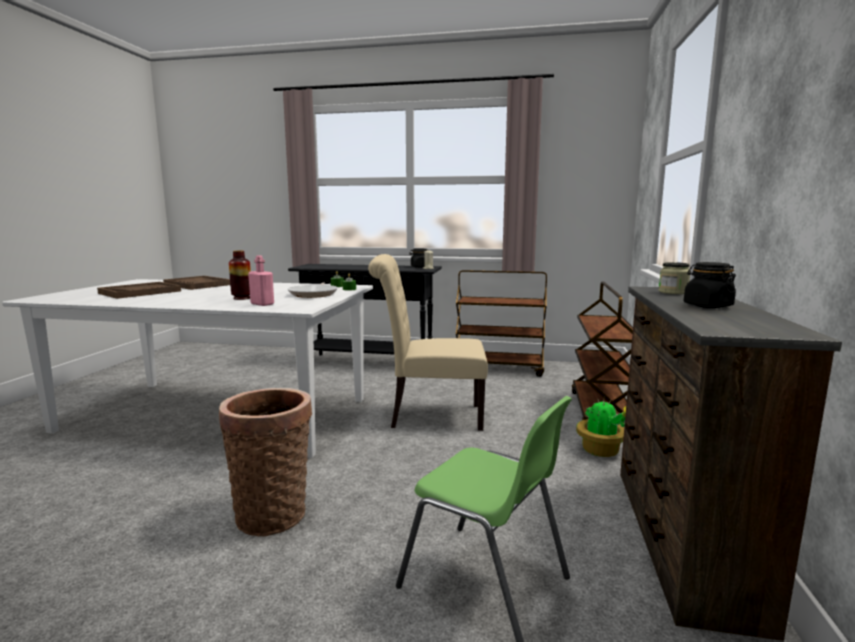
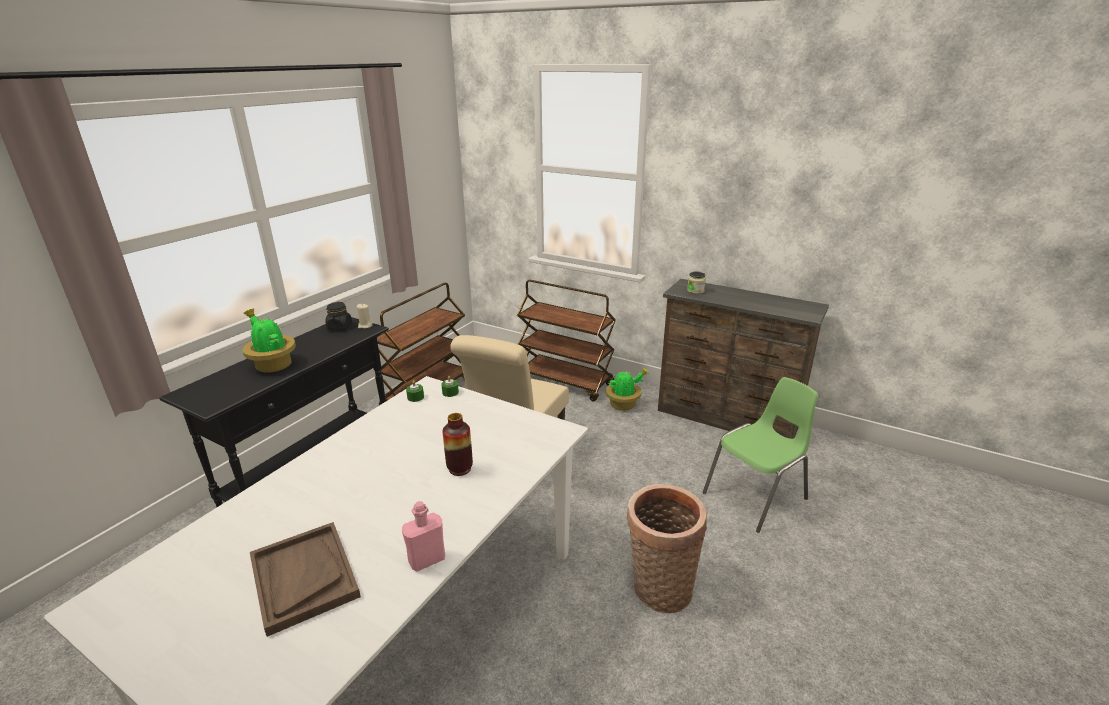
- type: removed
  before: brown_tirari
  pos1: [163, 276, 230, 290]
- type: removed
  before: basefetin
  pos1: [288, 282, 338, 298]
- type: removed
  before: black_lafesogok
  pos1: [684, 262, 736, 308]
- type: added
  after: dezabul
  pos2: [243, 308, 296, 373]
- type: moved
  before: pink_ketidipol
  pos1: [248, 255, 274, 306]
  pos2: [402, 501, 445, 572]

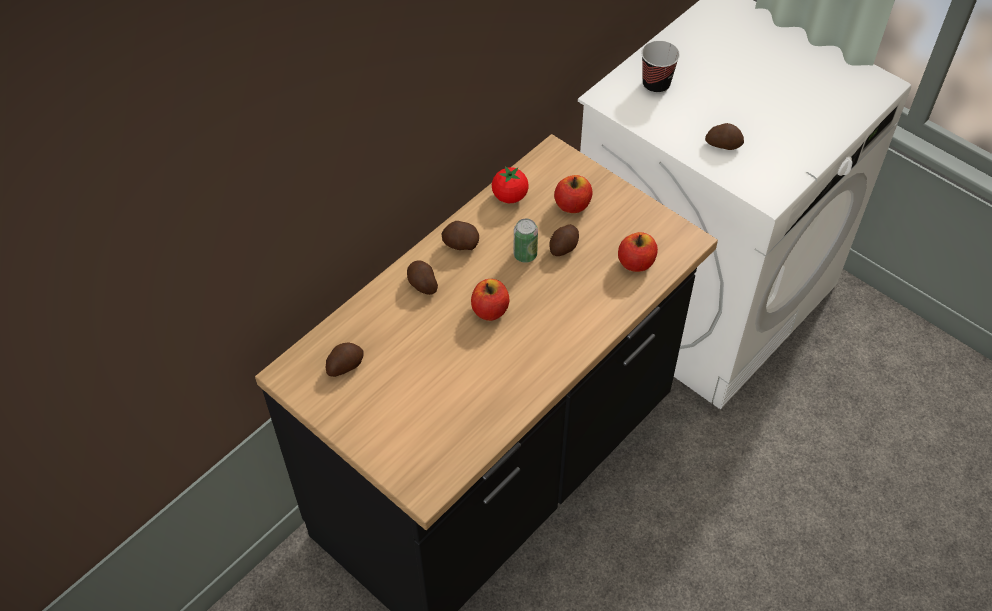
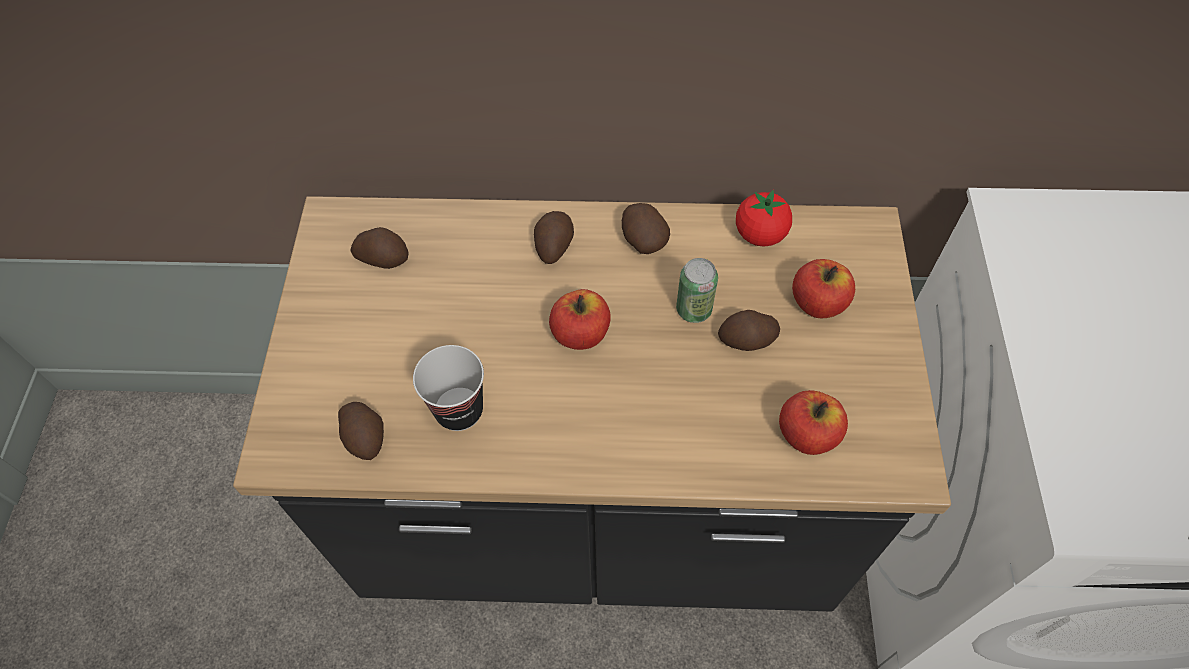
- type: moved
  before: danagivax
  pos1: [641, 41, 680, 94]
  pos2: [413, 345, 484, 431]
- type: moved
  before: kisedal
  pos1: [705, 123, 744, 150]
  pos2: [338, 402, 384, 460]

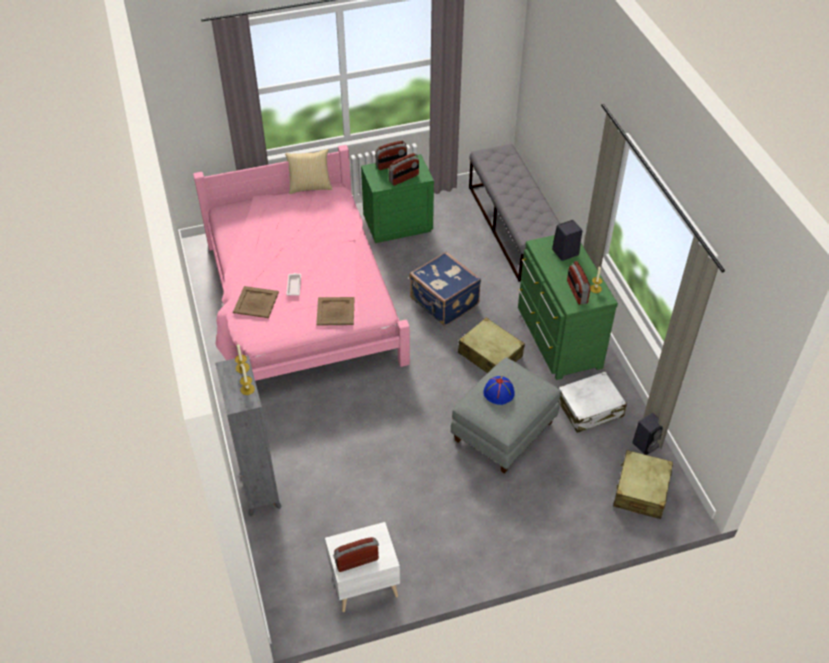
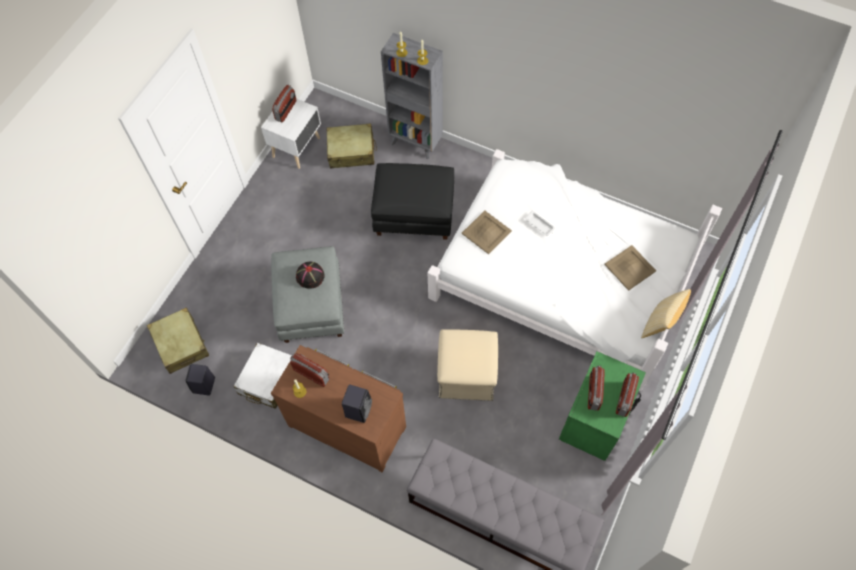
- type: added
  after: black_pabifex
  pos2: [371, 163, 454, 240]
- type: moved
  before: beige_tirari
  pos1: [233, 286, 279, 318]
  pos2: [604, 245, 656, 291]
- type: moved
  before: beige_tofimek
  pos1: [458, 317, 525, 373]
  pos2: [327, 123, 377, 168]
- type: replaced
  before: blue_tofimek
  after: beige_pabifex
  pos1: [409, 252, 481, 326]
  pos2: [437, 329, 498, 401]
- type: recoloured
  before: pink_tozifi
  after: white_tozifi
  pos1: [193, 145, 410, 381]
  pos2: [428, 149, 722, 391]
- type: recoloured
  before: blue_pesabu
  after: black_pesabu
  pos1: [484, 376, 515, 405]
  pos2: [296, 261, 325, 289]
- type: recoloured
  before: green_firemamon
  after: brown_firemamon
  pos1: [518, 235, 618, 380]
  pos2: [271, 345, 406, 472]

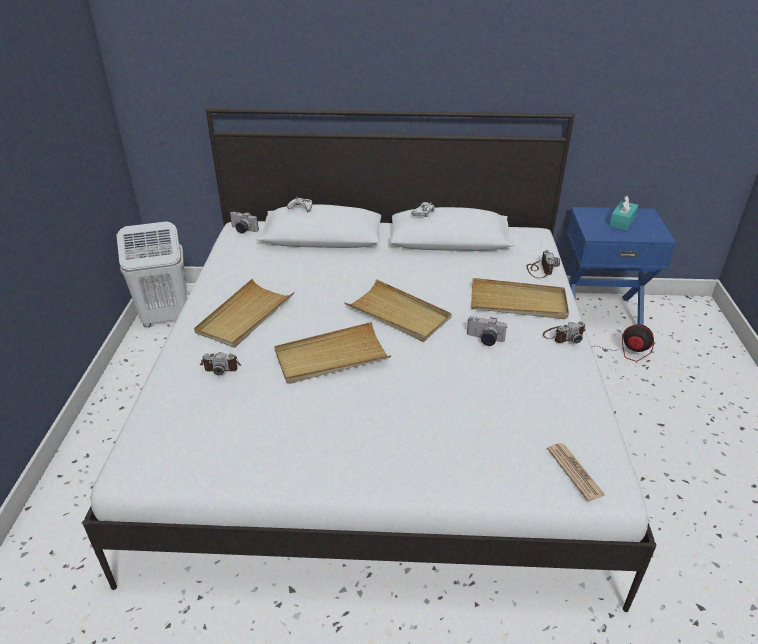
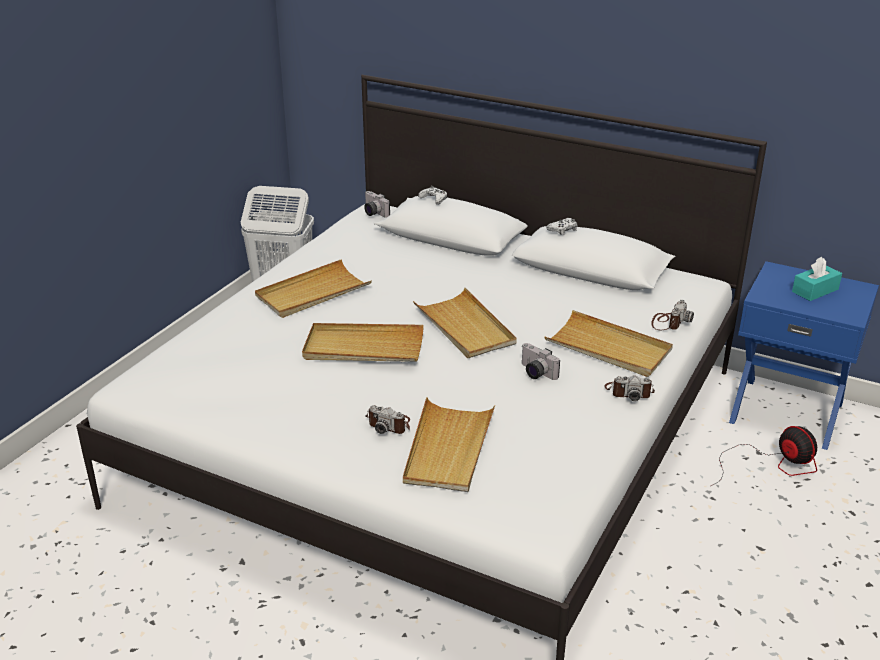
- type: removed
  before: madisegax
  pos1: [547, 443, 606, 501]
- type: added
  after: beige_tirari
  pos2: [403, 397, 495, 492]
- type: moved
  before: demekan
  pos1: [200, 352, 241, 376]
  pos2: [366, 405, 410, 434]

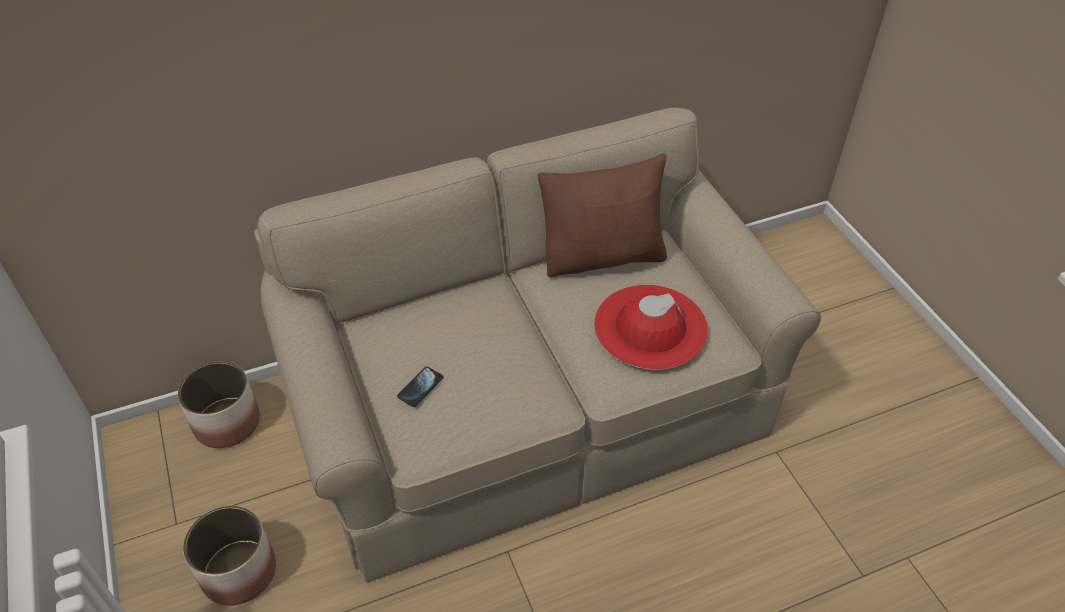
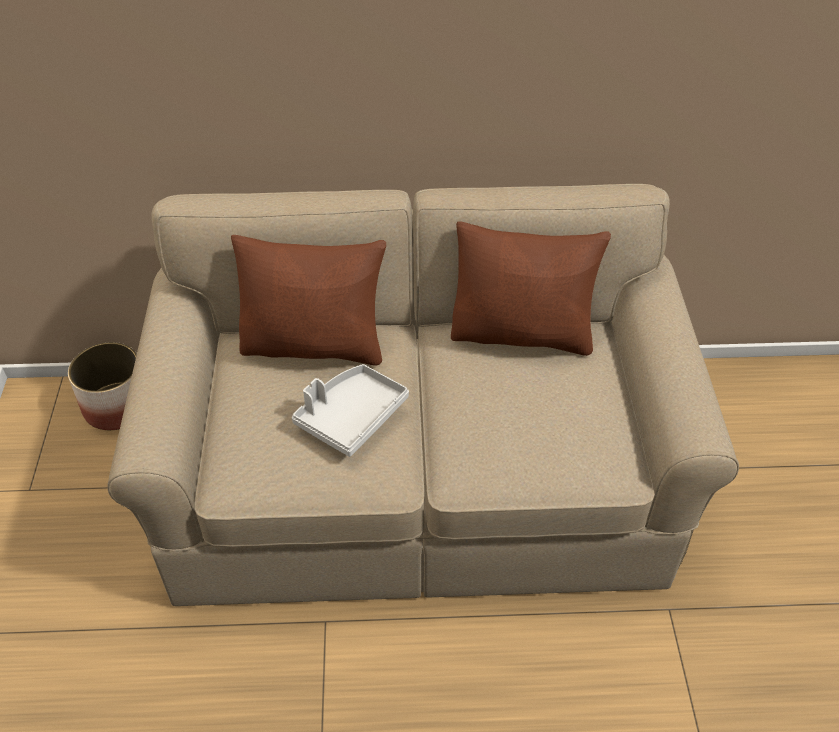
- type: removed
  before: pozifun
  pos1: [183, 506, 276, 605]
- type: removed
  before: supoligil
  pos1: [397, 366, 443, 407]
- type: removed
  before: red_pesabu
  pos1: [594, 285, 708, 370]
- type: added
  after: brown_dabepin
  pos2: [231, 235, 386, 366]
- type: added
  after: grey_tirari
  pos2: [292, 364, 409, 457]

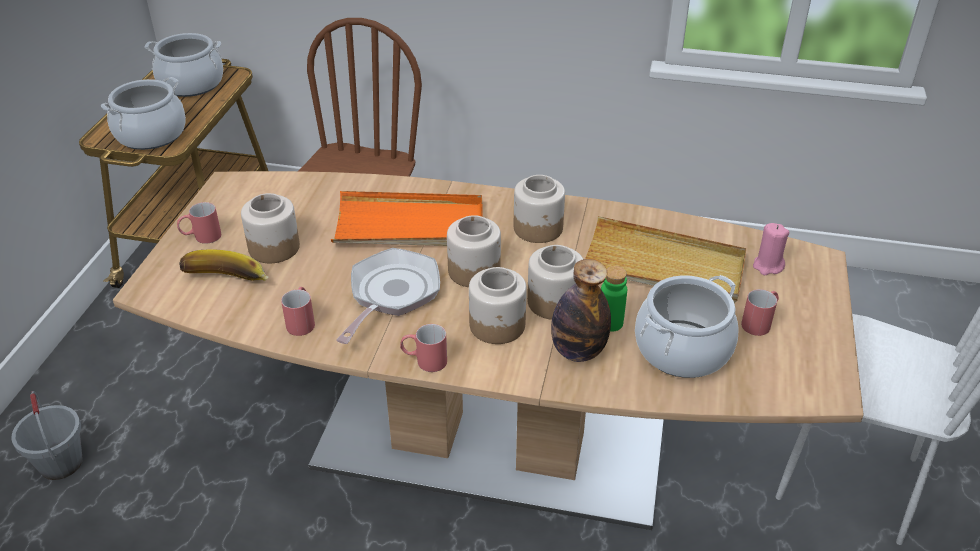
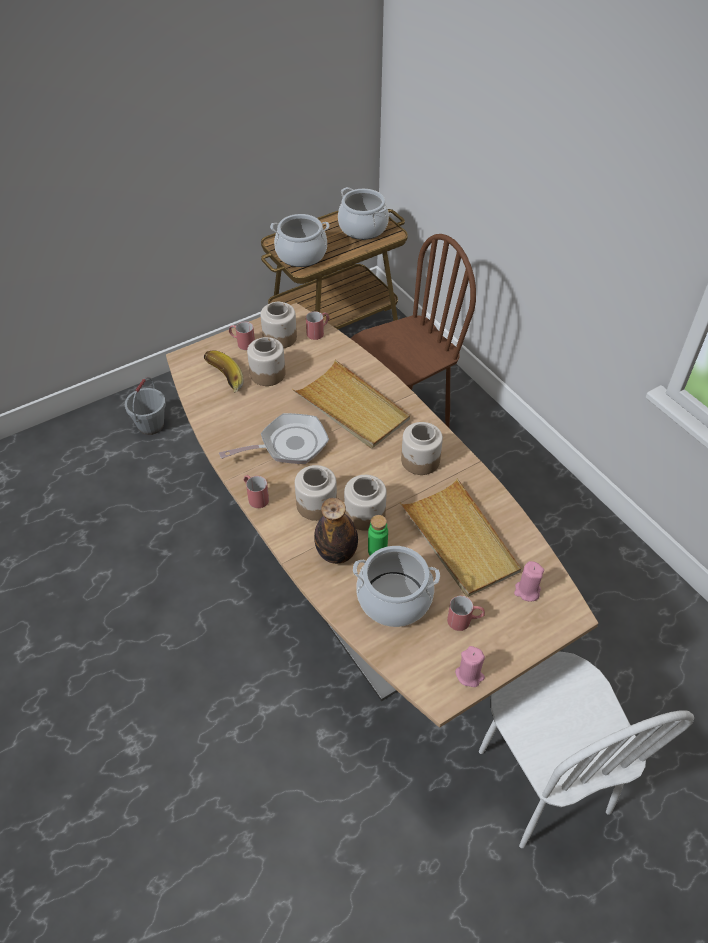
- type: added
  after: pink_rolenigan
  pos2: [455, 646, 485, 687]
- type: moved
  before: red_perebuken
  pos1: [281, 287, 315, 336]
  pos2: [306, 311, 329, 340]
- type: moved
  before: lafesogok
  pos1: [447, 215, 501, 287]
  pos2: [260, 302, 297, 348]
- type: recoloured
  before: orange_tirari
  after: beige_tirari
  pos1: [331, 191, 483, 246]
  pos2: [292, 360, 410, 449]

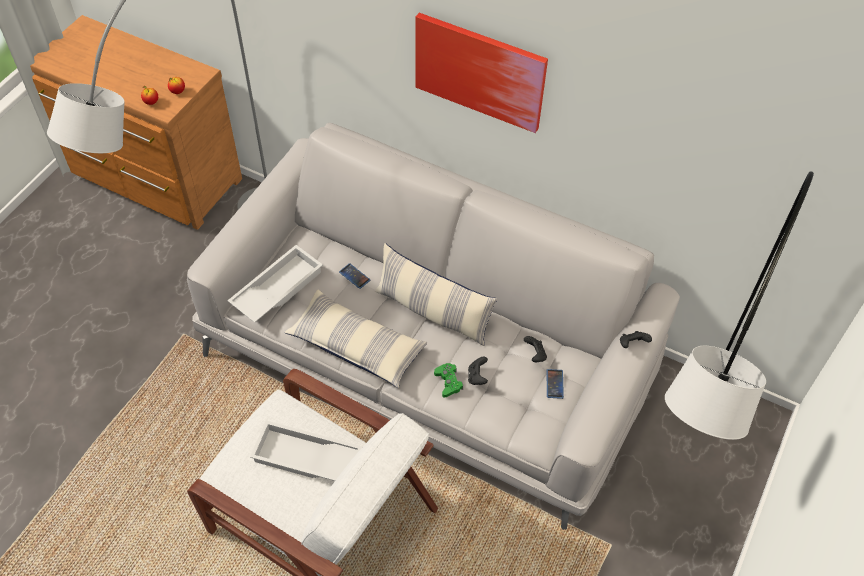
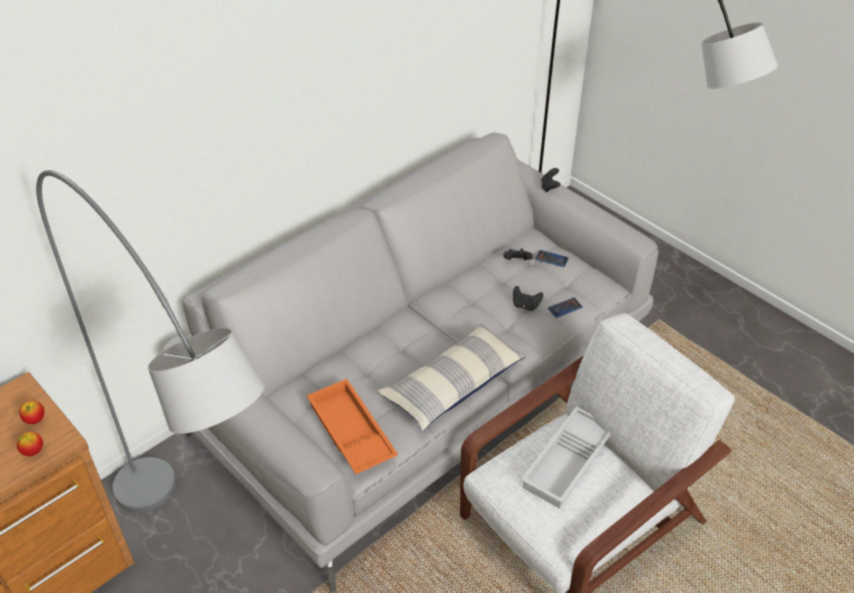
- type: removed
  before: dabepin
  pos1: [375, 243, 497, 346]
- type: removed
  before: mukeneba
  pos1: [415, 13, 548, 133]
- type: removed
  before: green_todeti
  pos1: [434, 363, 463, 397]
- type: moved
  before: supoligil
  pos1: [339, 263, 370, 289]
  pos2: [548, 297, 583, 318]
- type: recoloured
  before: white_tirari
  after: orange_tirari
  pos1: [227, 245, 323, 323]
  pos2: [307, 379, 398, 474]

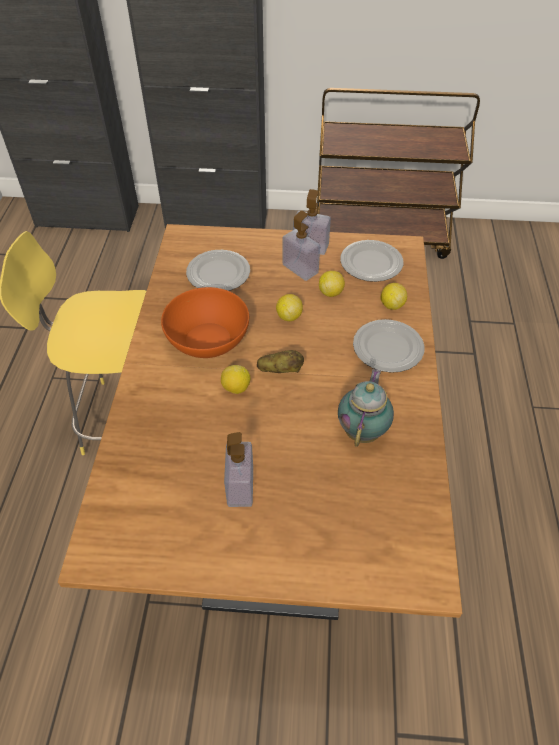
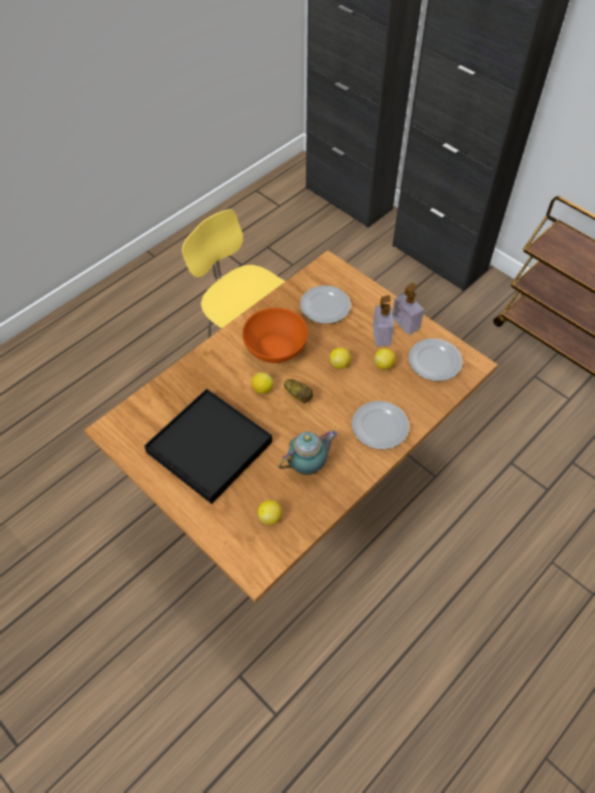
- type: moved
  before: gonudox
  pos1: [380, 283, 407, 310]
  pos2: [258, 500, 282, 525]
- type: replaced
  before: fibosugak
  after: black_tirari
  pos1: [224, 432, 253, 507]
  pos2: [144, 389, 272, 504]

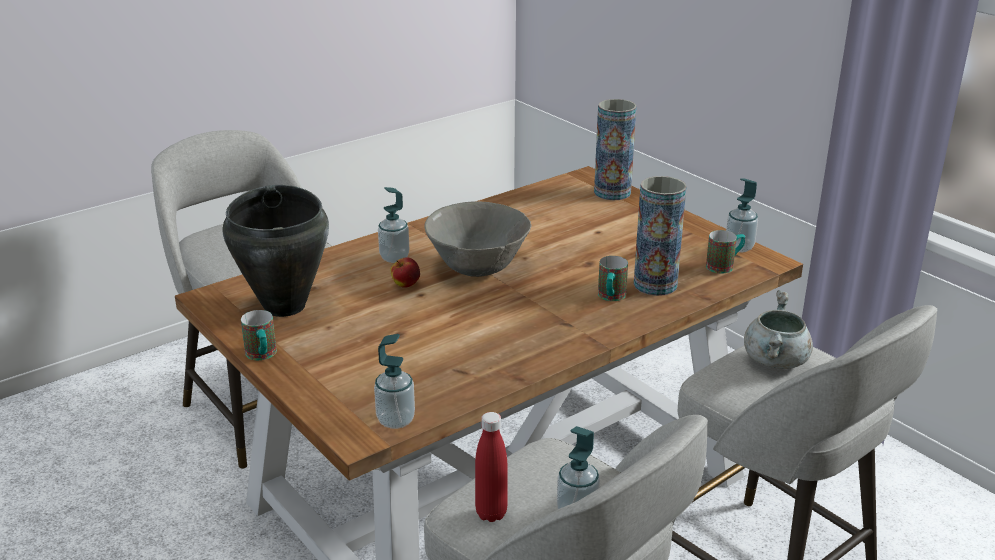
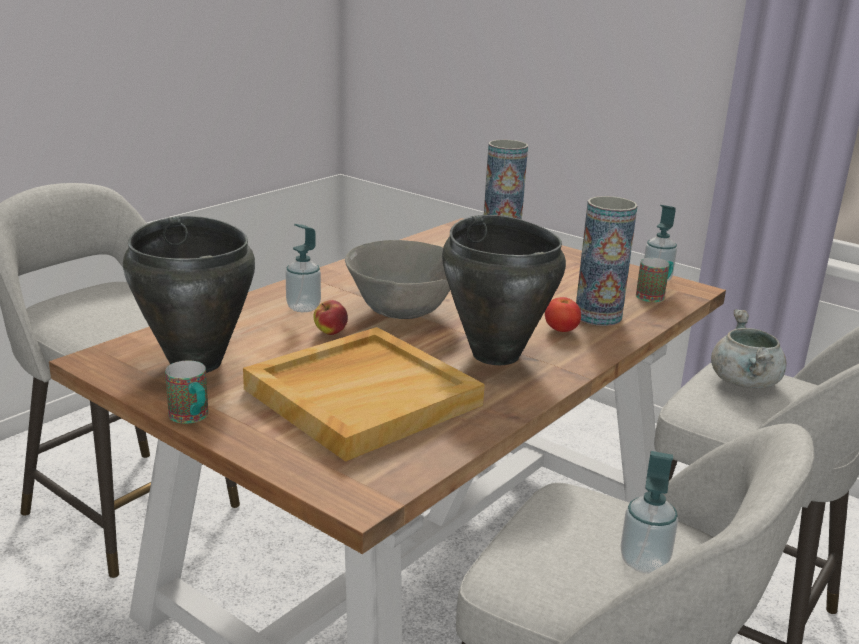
- type: removed
  before: fibosugak
  pos1: [374, 334, 415, 429]
- type: removed
  before: red_ketidipol
  pos1: [475, 412, 507, 522]
- type: added
  after: beige_tirari
  pos2: [243, 327, 485, 462]
- type: added
  after: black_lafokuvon
  pos2: [442, 215, 566, 365]
- type: replaced
  before: perebuken
  after: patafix
  pos1: [598, 256, 628, 301]
  pos2: [545, 297, 581, 332]

